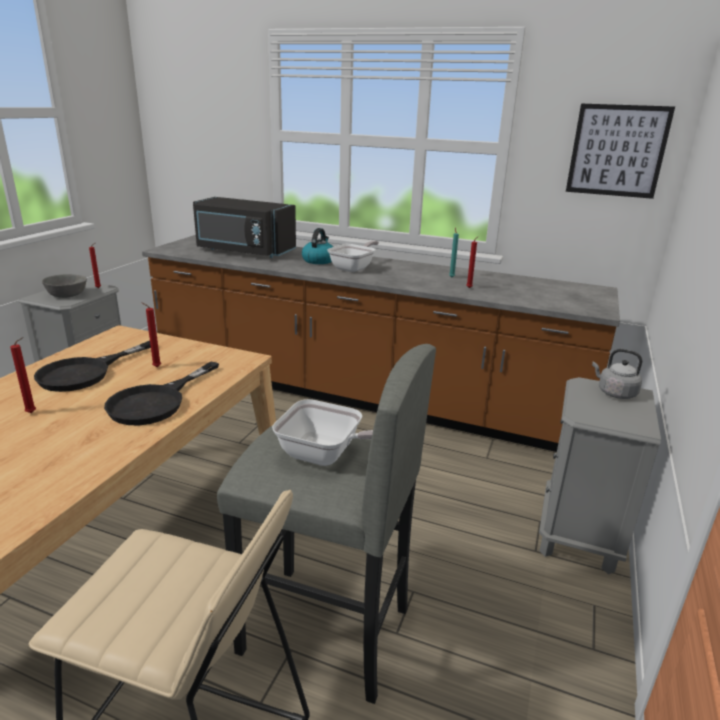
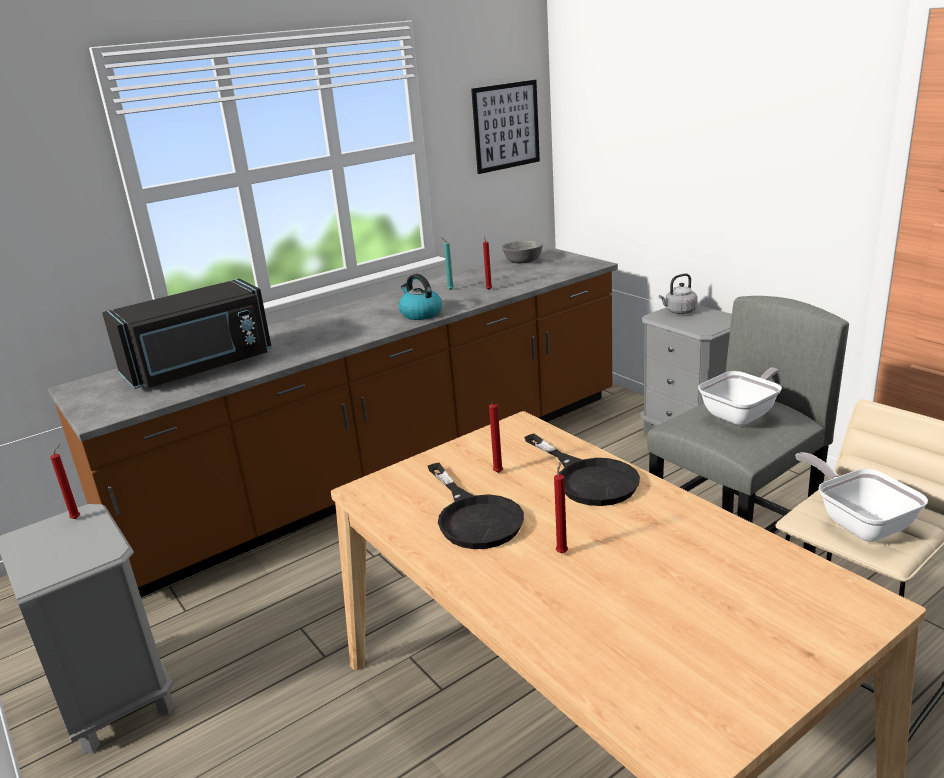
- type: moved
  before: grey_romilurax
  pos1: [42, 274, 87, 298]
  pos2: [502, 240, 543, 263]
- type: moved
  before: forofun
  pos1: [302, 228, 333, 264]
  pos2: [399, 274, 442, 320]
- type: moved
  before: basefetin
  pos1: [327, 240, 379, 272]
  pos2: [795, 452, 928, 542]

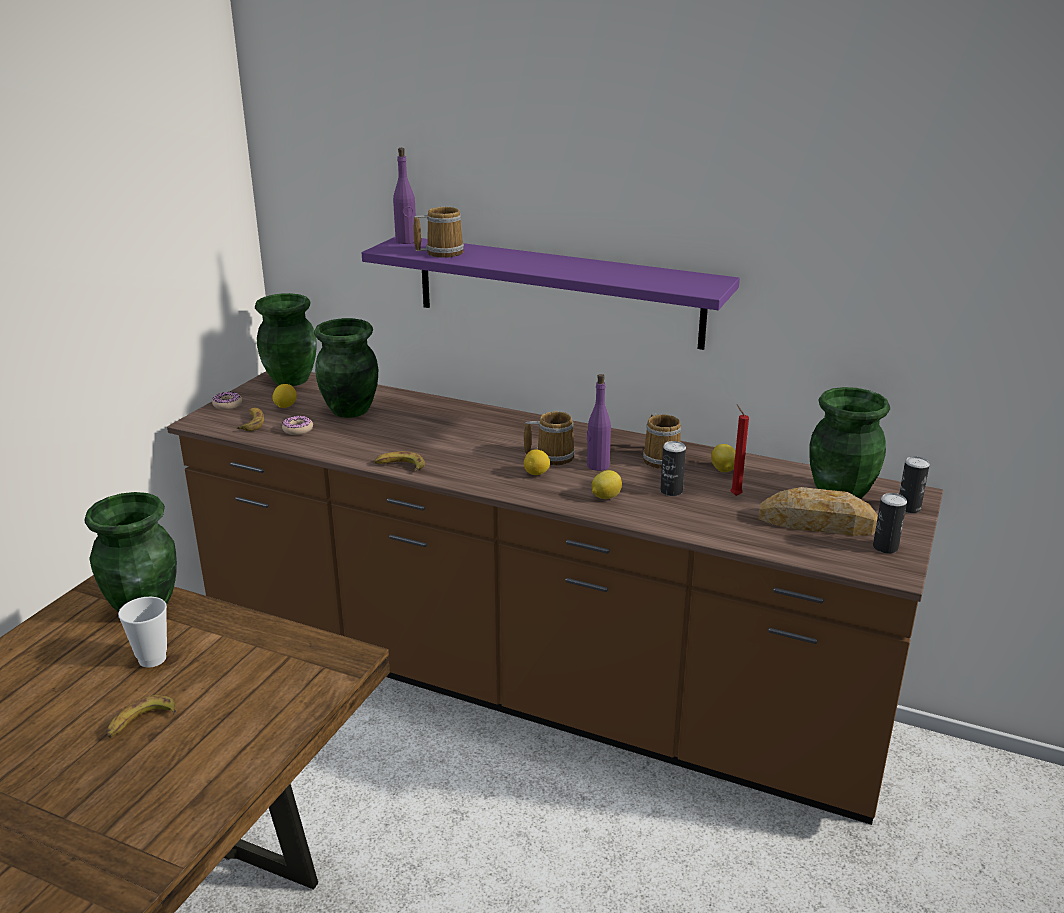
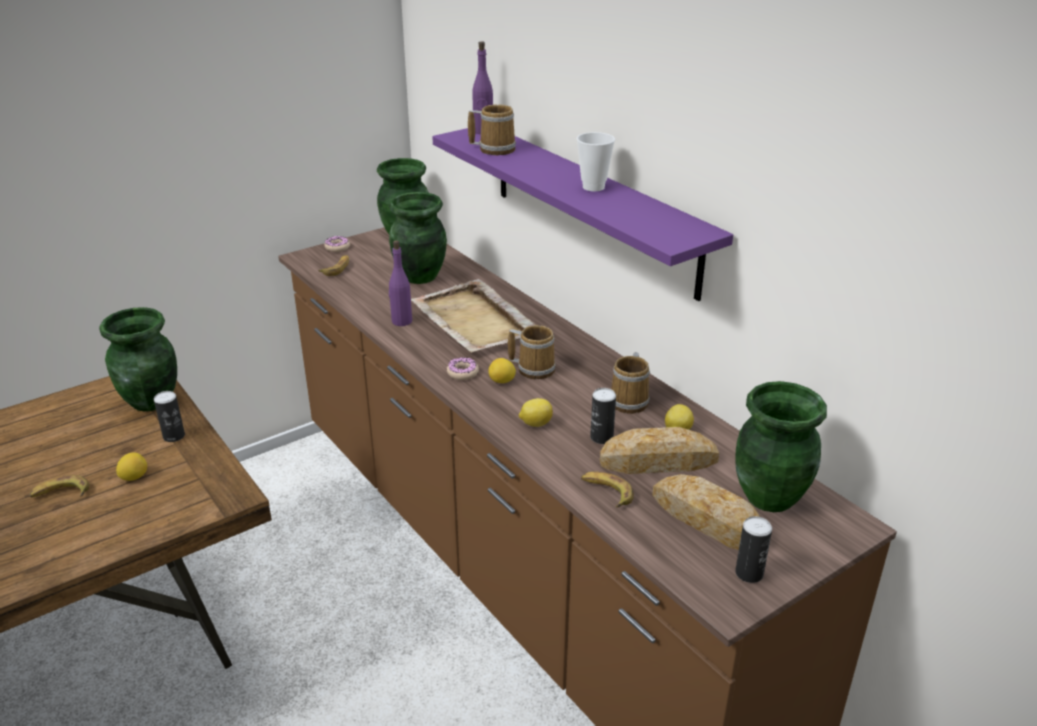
- type: added
  after: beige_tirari
  pos2: [411, 279, 535, 353]
- type: moved
  before: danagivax
  pos1: [118, 597, 167, 668]
  pos2: [577, 132, 615, 191]
- type: moved
  before: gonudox
  pos1: [272, 384, 297, 408]
  pos2: [116, 453, 147, 481]
- type: moved
  before: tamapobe
  pos1: [282, 416, 313, 435]
  pos2: [447, 357, 479, 380]
- type: moved
  before: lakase
  pos1: [374, 451, 425, 471]
  pos2: [581, 472, 634, 507]
- type: moved
  before: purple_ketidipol
  pos1: [587, 374, 611, 471]
  pos2: [389, 240, 412, 326]
- type: moved
  before: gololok
  pos1: [899, 456, 930, 513]
  pos2: [154, 391, 185, 442]
- type: replaced
  before: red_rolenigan
  after: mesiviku
  pos1: [731, 404, 749, 496]
  pos2: [600, 427, 719, 474]

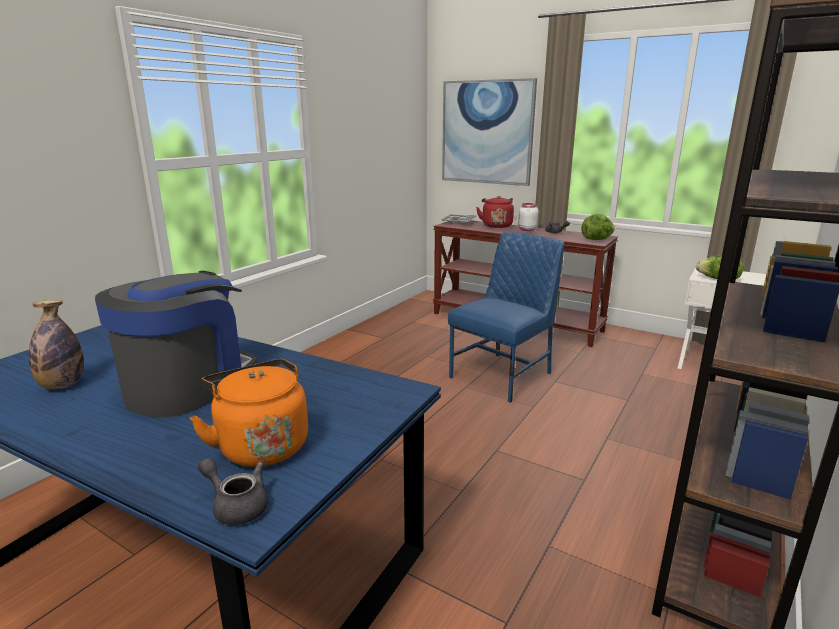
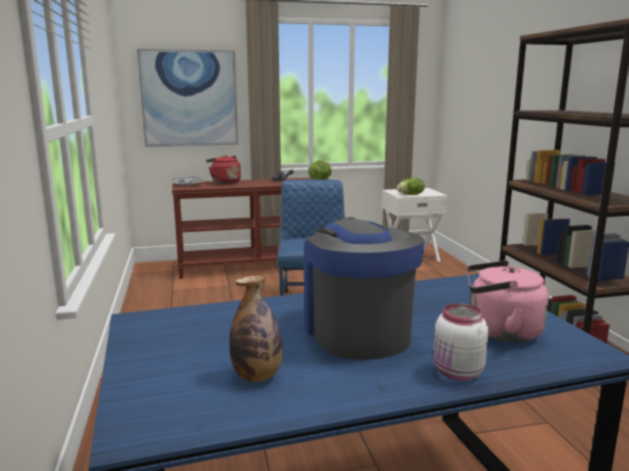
- type: removed
  before: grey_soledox
  pos1: [198, 458, 268, 525]
- type: moved
  before: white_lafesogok
  pos1: [518, 203, 538, 231]
  pos2: [433, 303, 489, 381]
- type: recoloured
  before: orange_forofun
  after: pink_forofun
  pos1: [190, 359, 308, 467]
  pos2: [466, 260, 549, 343]

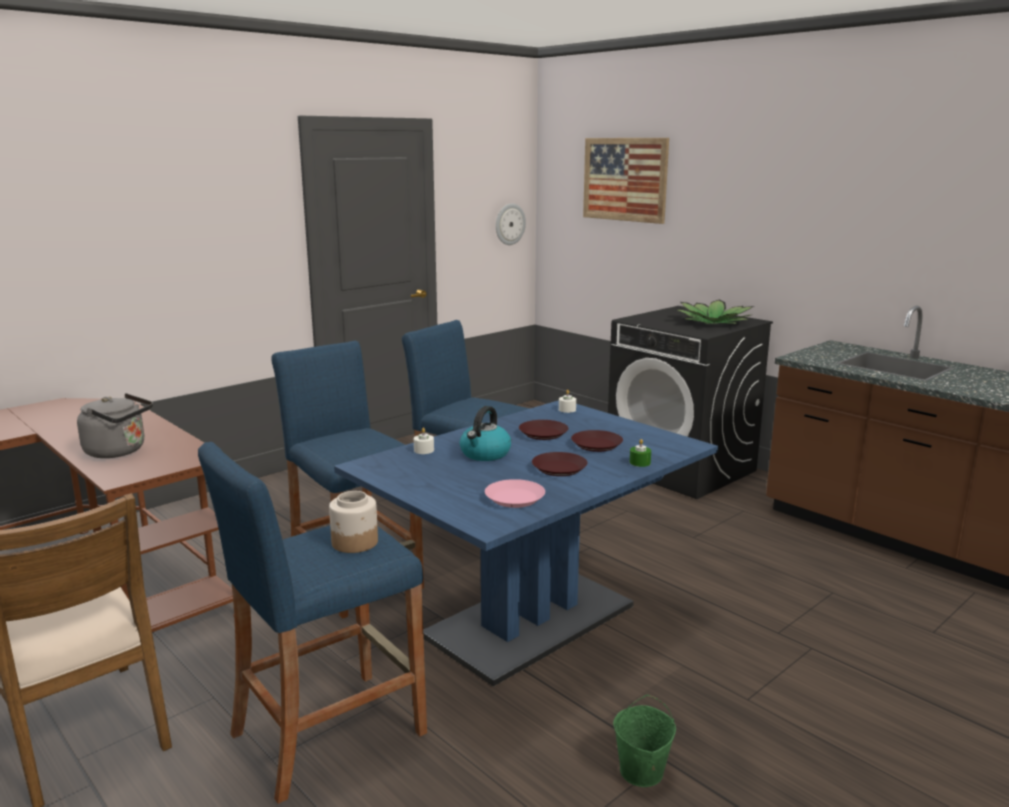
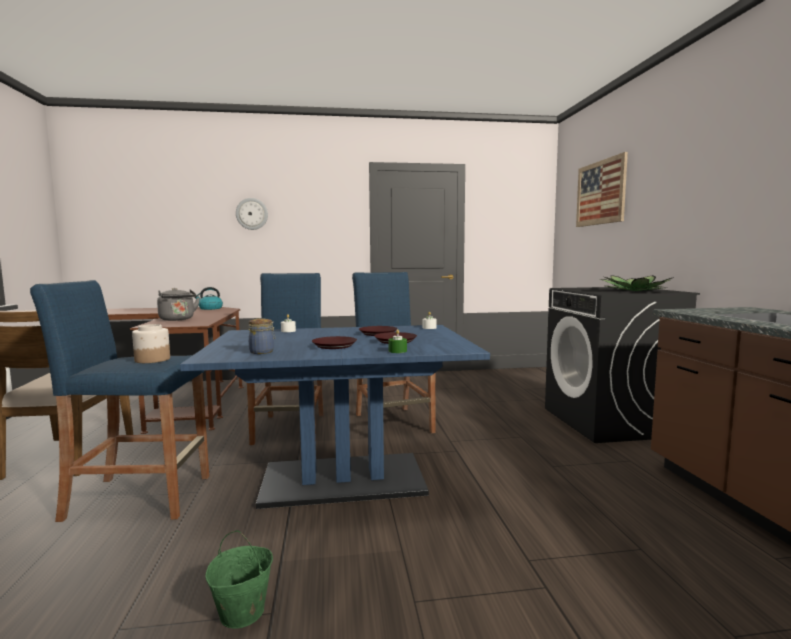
- type: moved
  before: forofun
  pos1: [460, 406, 511, 461]
  pos2: [194, 287, 223, 310]
- type: moved
  before: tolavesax
  pos1: [496, 203, 526, 245]
  pos2: [236, 198, 268, 230]
- type: replaced
  before: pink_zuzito
  after: lafesogok
  pos1: [485, 479, 545, 508]
  pos2: [249, 319, 275, 354]

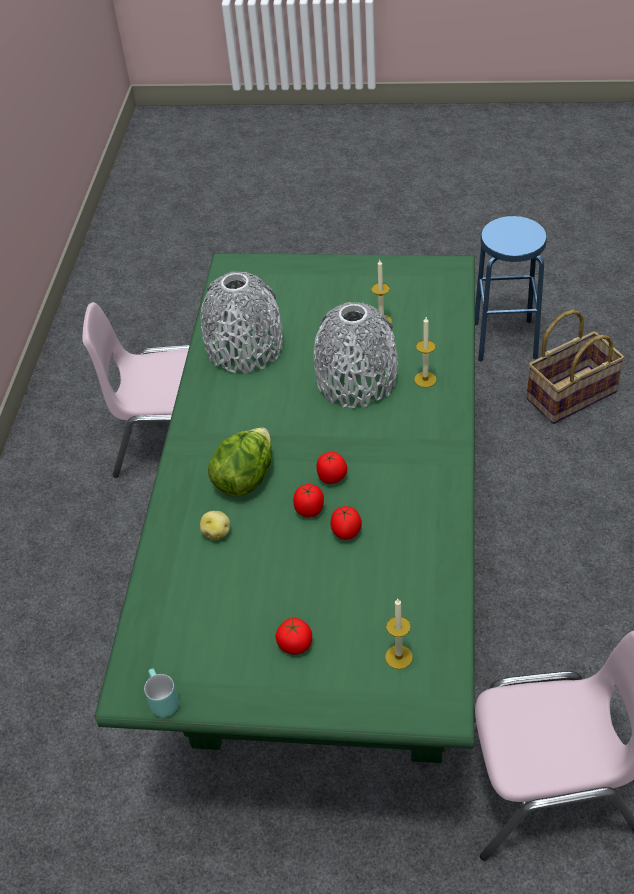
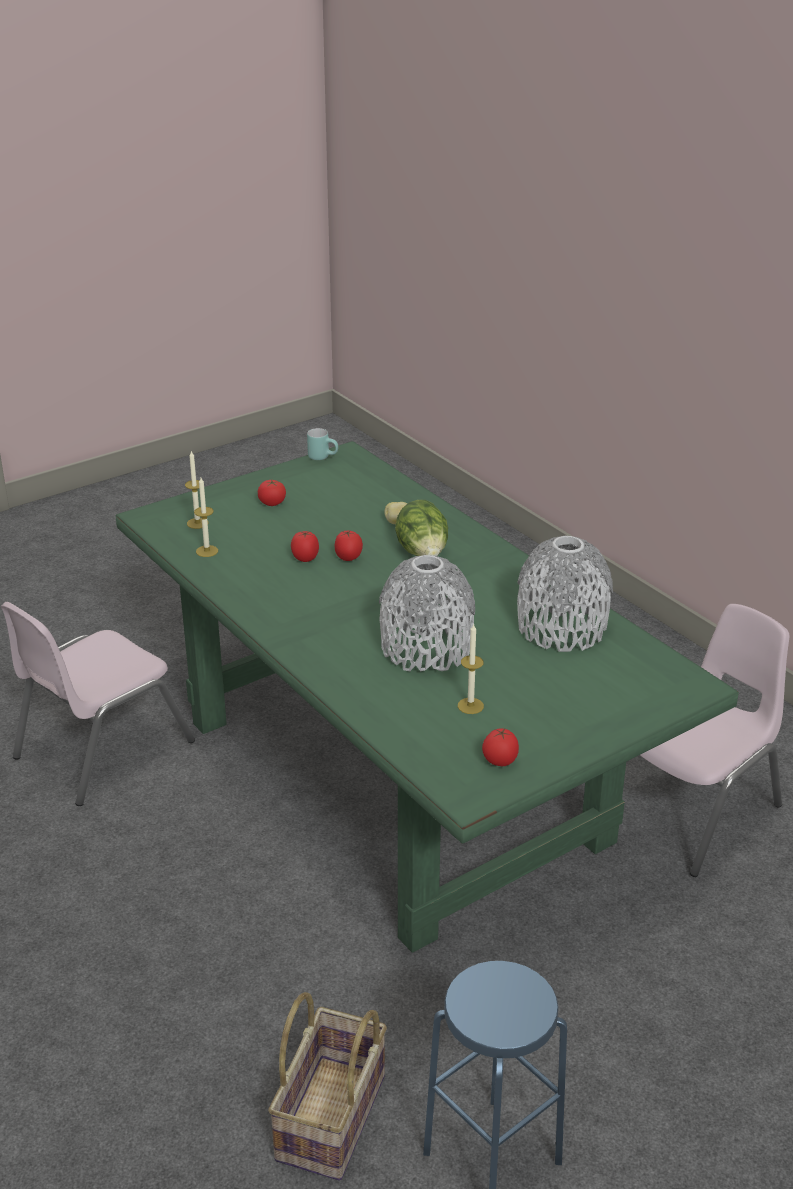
- type: moved
  before: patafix
  pos1: [316, 452, 347, 484]
  pos2: [482, 728, 519, 766]
- type: moved
  before: rolenigan
  pos1: [414, 317, 437, 388]
  pos2: [194, 478, 218, 557]

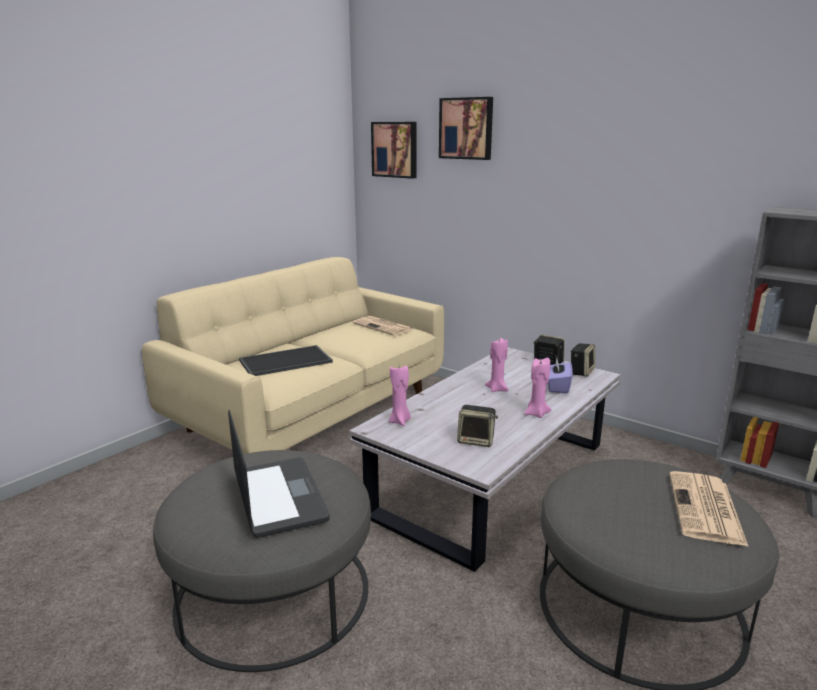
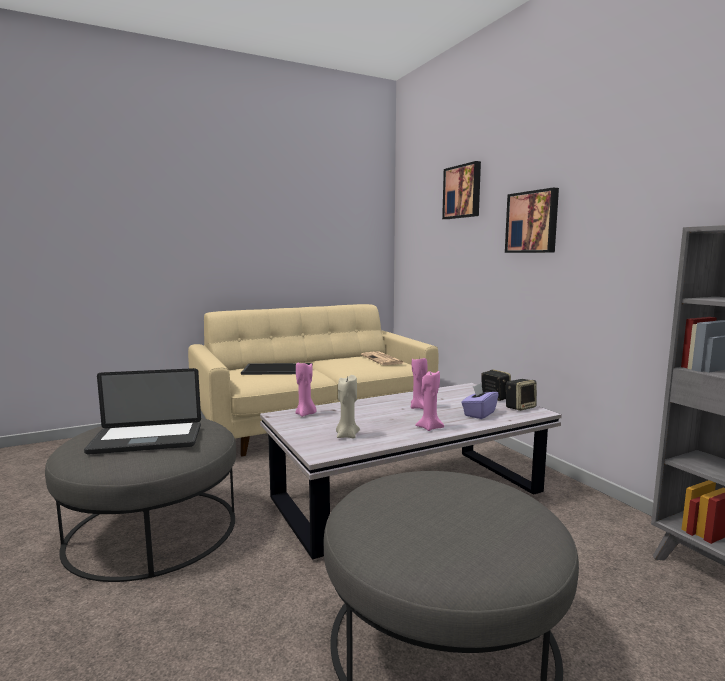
- type: removed
  before: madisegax
  pos1: [670, 471, 749, 547]
- type: moved
  before: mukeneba
  pos1: [371, 122, 417, 179]
  pos2: [505, 187, 559, 253]
- type: replaced
  before: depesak
  after: beige_rolenigan
  pos1: [457, 405, 498, 447]
  pos2: [336, 375, 360, 439]
- type: turned
  before: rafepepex
  pos1: [228, 410, 330, 538]
  pos2: [84, 368, 201, 454]
  turn: 75

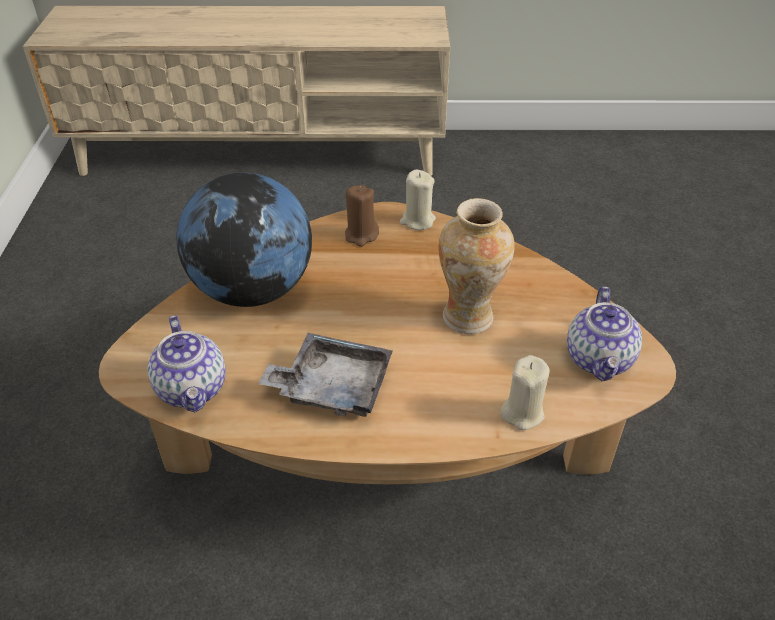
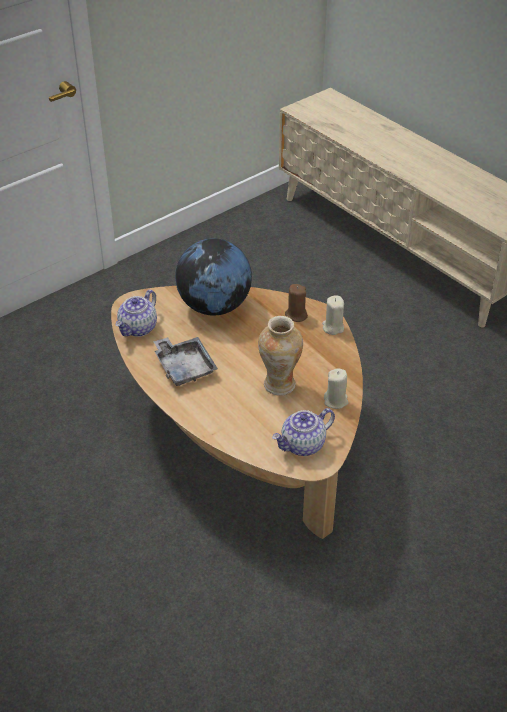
- type: moved
  before: beige_rolenigan
  pos1: [500, 355, 550, 430]
  pos2: [324, 368, 349, 409]

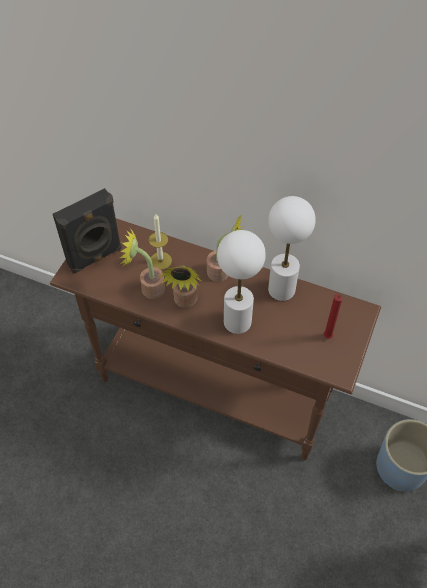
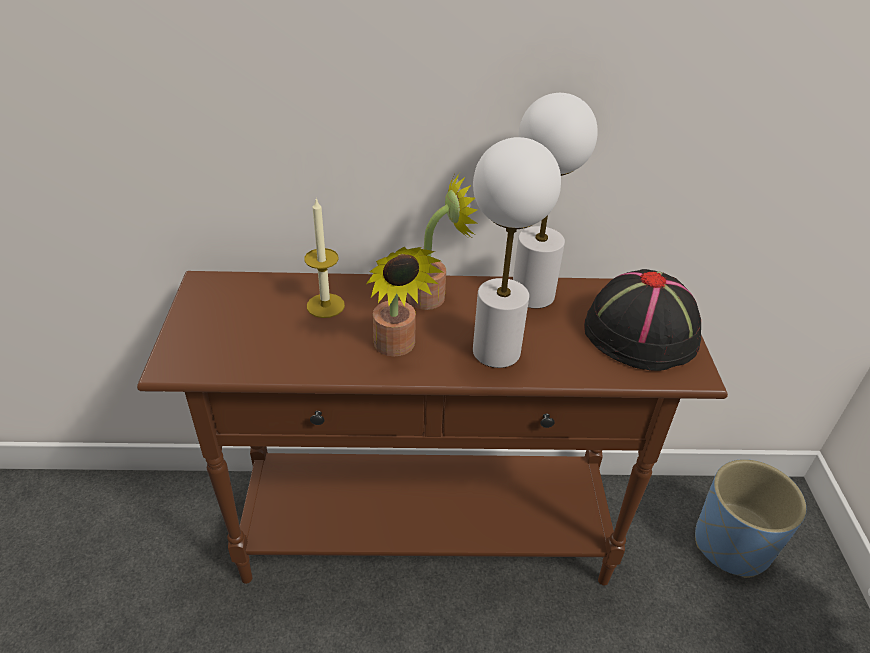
- type: removed
  before: black_depesak
  pos1: [53, 188, 122, 274]
- type: removed
  before: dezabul
  pos1: [120, 228, 165, 299]
- type: replaced
  before: red_rolenigan
  after: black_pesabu
  pos1: [324, 294, 348, 339]
  pos2: [584, 269, 701, 371]

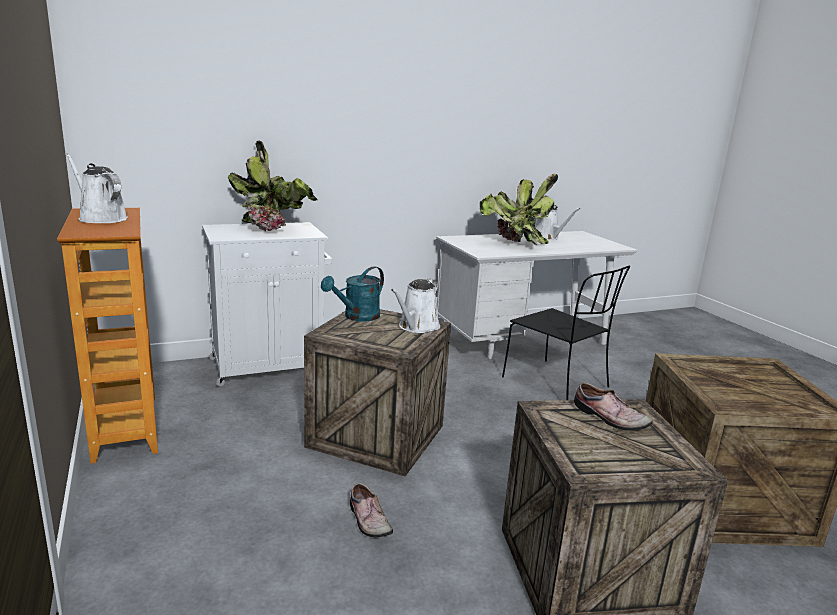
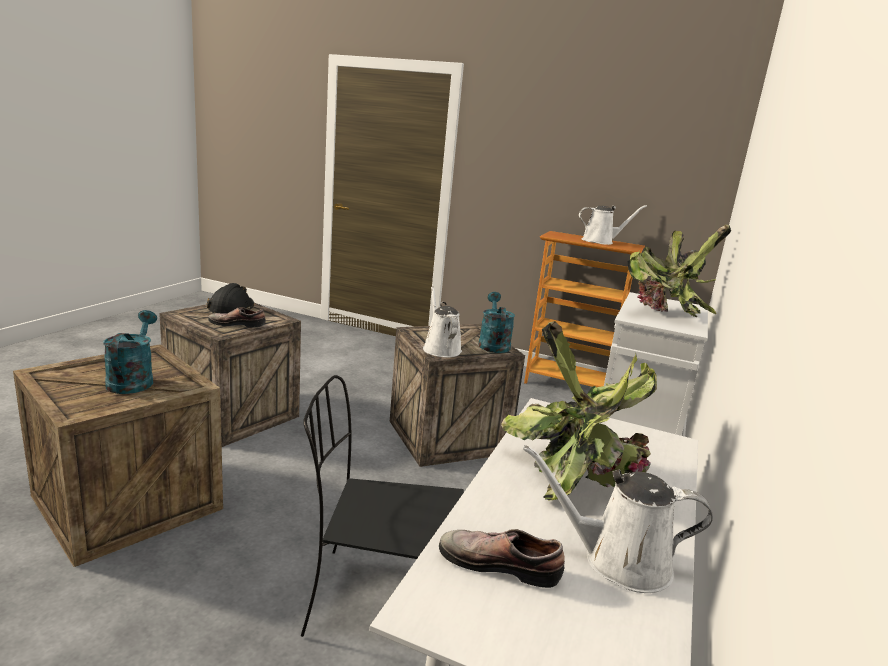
- type: added
  after: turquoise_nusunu
  pos2: [103, 310, 157, 394]
- type: added
  after: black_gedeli
  pos2: [206, 283, 254, 314]
- type: moved
  before: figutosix
  pos1: [350, 483, 393, 537]
  pos2: [439, 529, 565, 588]

